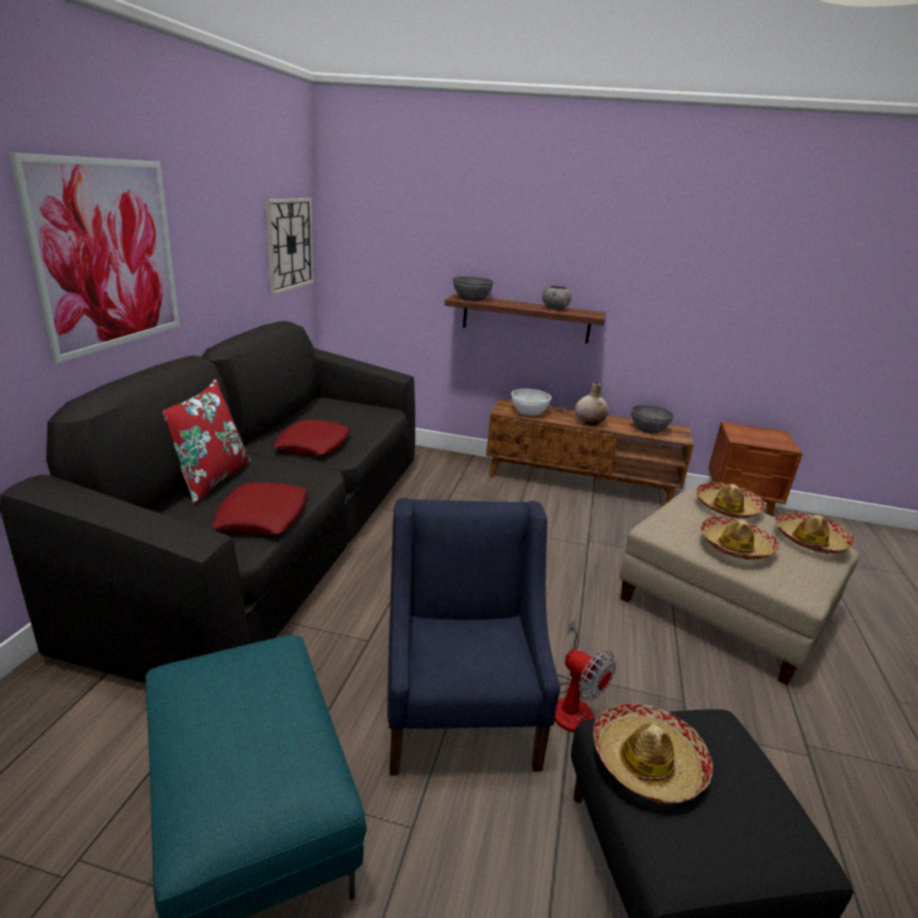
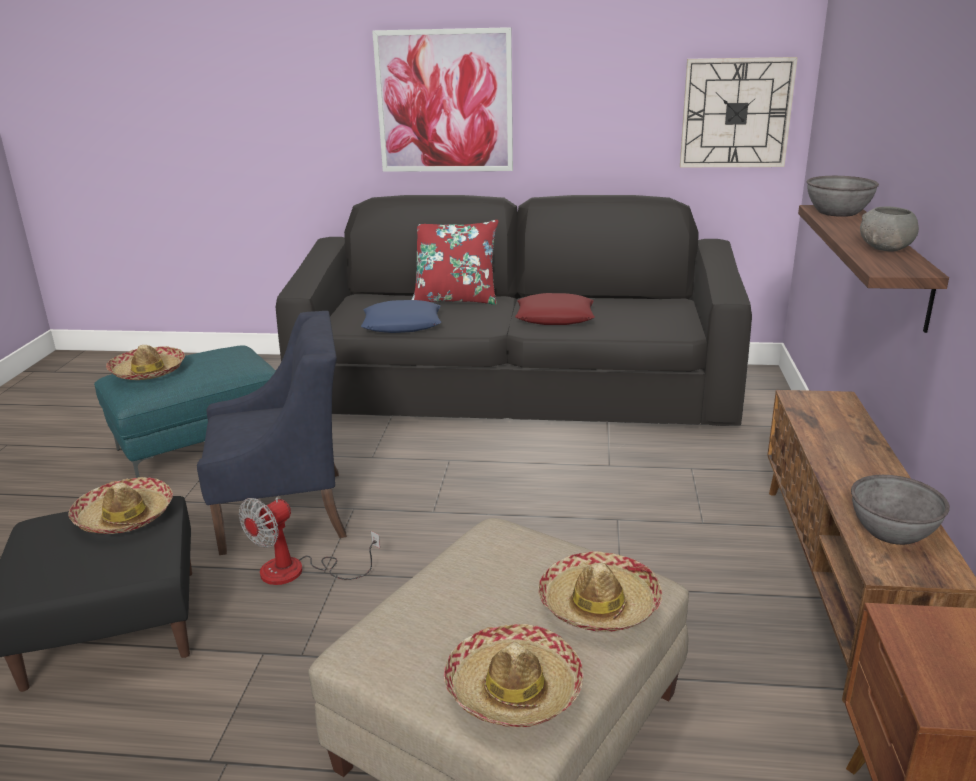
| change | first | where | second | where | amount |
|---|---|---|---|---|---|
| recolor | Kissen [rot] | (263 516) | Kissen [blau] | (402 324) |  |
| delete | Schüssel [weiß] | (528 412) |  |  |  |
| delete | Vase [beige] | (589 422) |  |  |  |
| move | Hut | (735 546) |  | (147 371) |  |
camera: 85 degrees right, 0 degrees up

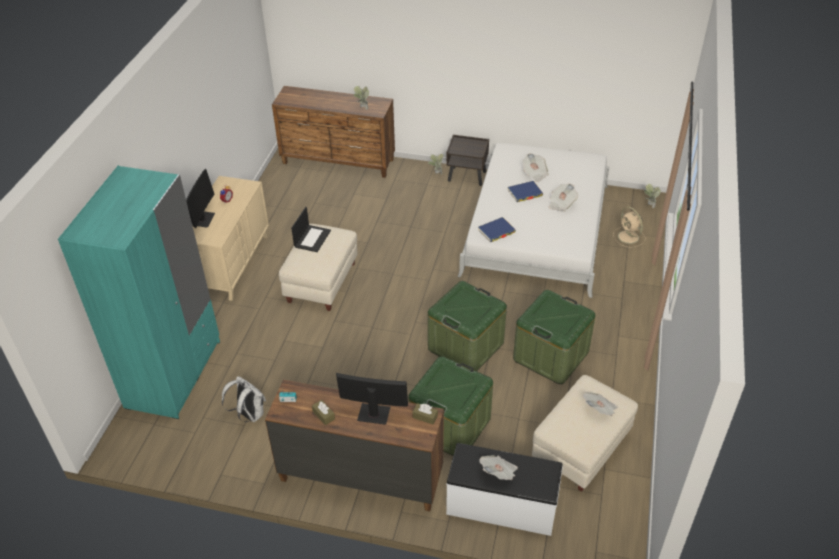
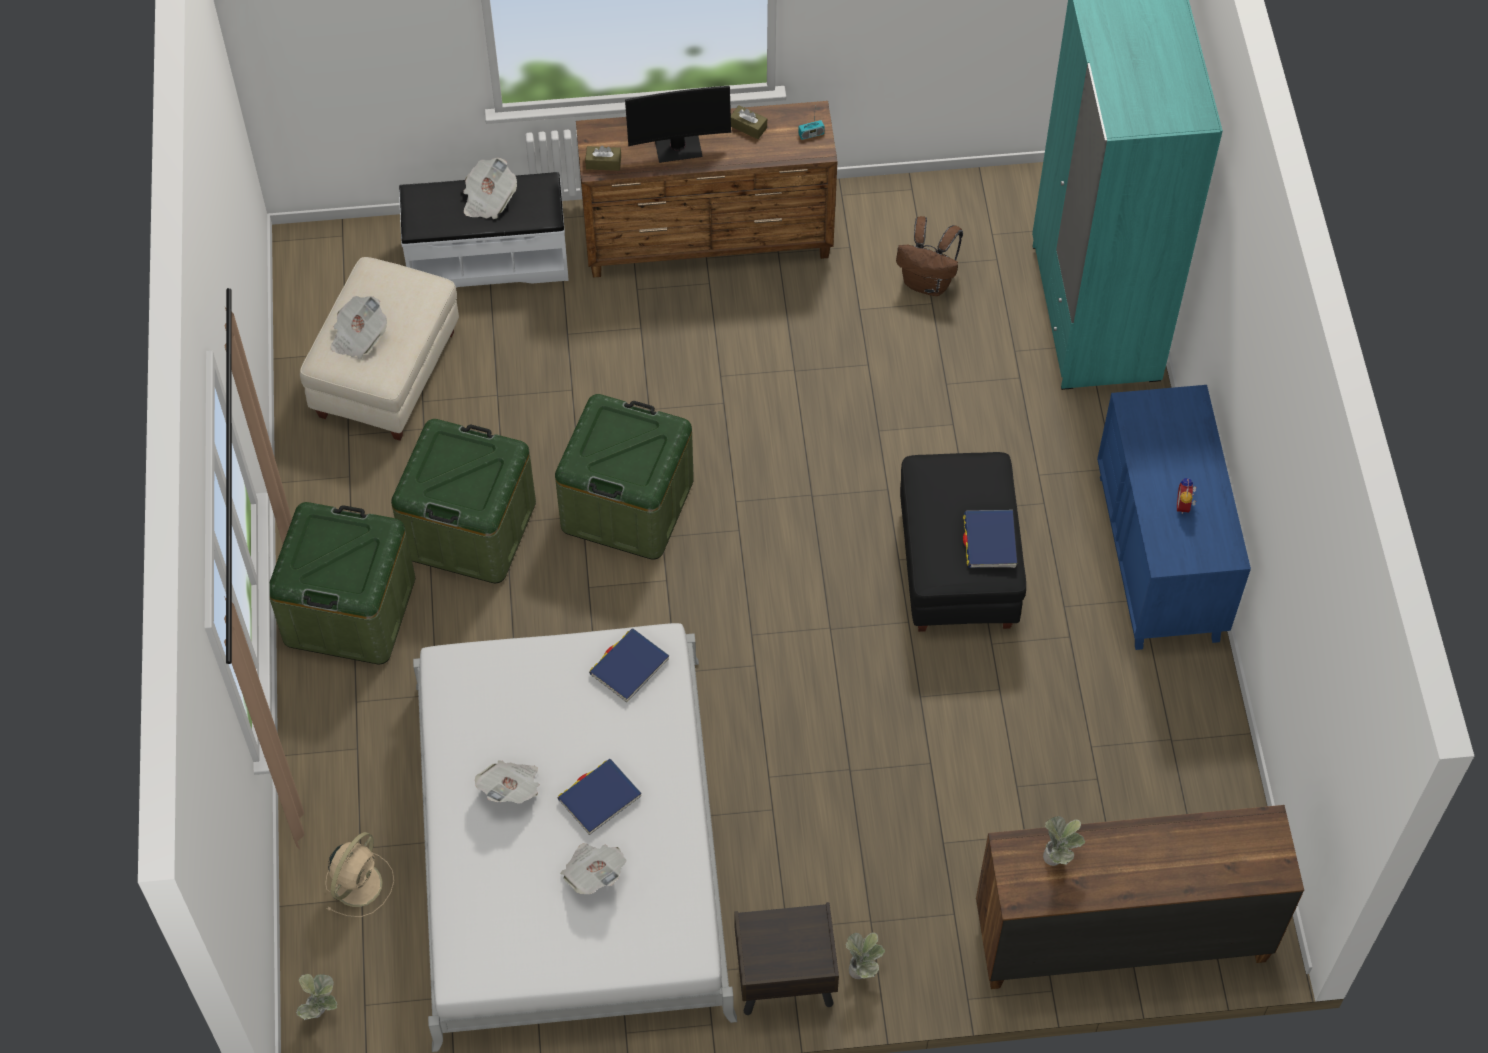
| change | first | where | second | where | amount |
|---|---|---|---|---|---|
| delete | Monitor | (203 219) |  |  |  |
| recolor | Kommode [beige] | (232 264) | Kommode [blau] | (1158 558) |  |
| recolor | Rucksack [weiß] | (249 414) | Rucksack [braun] | (928 282) |  |
| recolor | Polsterhocker [beige] | (321 282) | Polsterhocker [schwarz] | (958 566) |  |
| replace | Laptop | (312 238) | Buch [blau] | (990 541) |  |
| move | Aufbewahrungsbox [grün] | (450 425) |  | (350 610) |  |
| rotate | Ventilator [beige] | (629 237) |  | (359 882) | 75 degrees clockwise |
camera: 160 degrees right, 15 degrees up

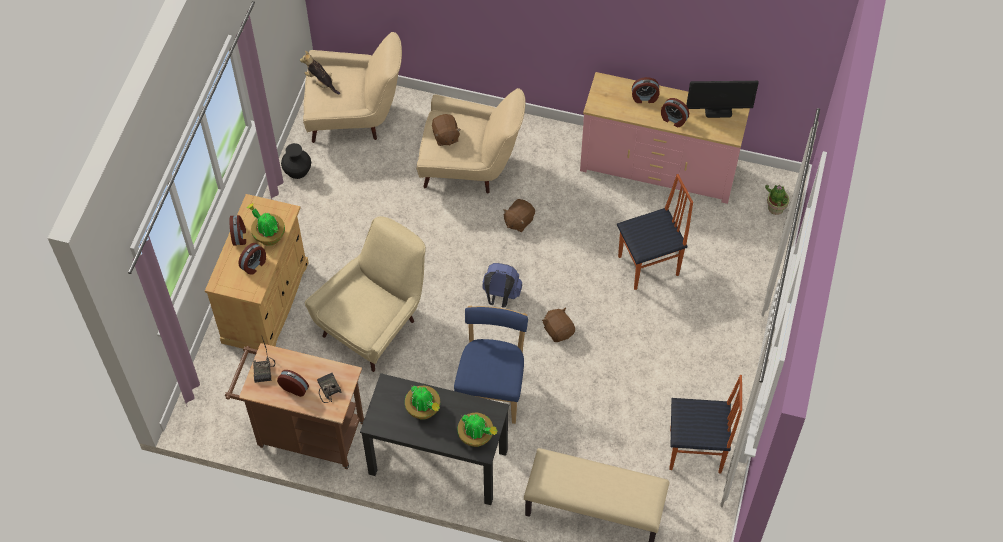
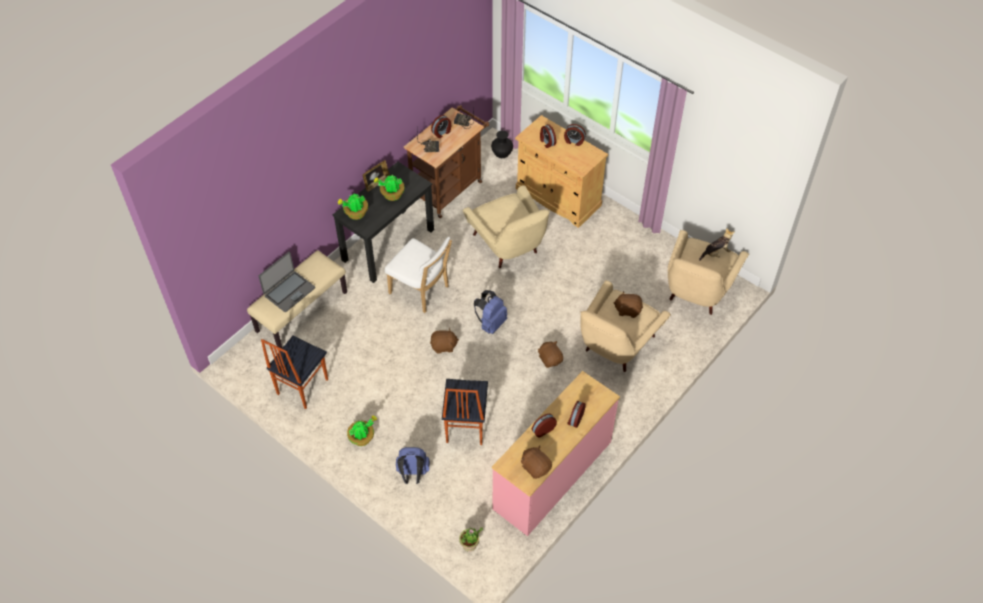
| change | first | where | second | where | amount |
|---|---|---|---|---|---|
| move | Topfpflanze | (268 235) |  | (362 438) |  |
| move | Vase [schwarz] | (297 170) |  | (502 152) |  |
| recolor | Stuhl [blau] | (492 389) | Stuhl [weiß] | (421 291) |  |
| replace | Monitor | (718 110) | Plüschtier [braun] | (536 467) |  |
| insert |  |  | Laptop | (289 291) |  |
| insert |  |  | Bilderrahmen | (376 183) |  |
| insert |  |  | Rucksack [blau] | (413 474) |  |
camera: 115 degrees right, 5 degrees down

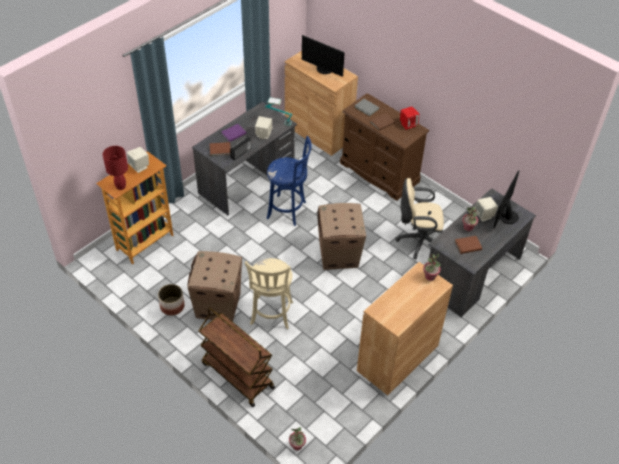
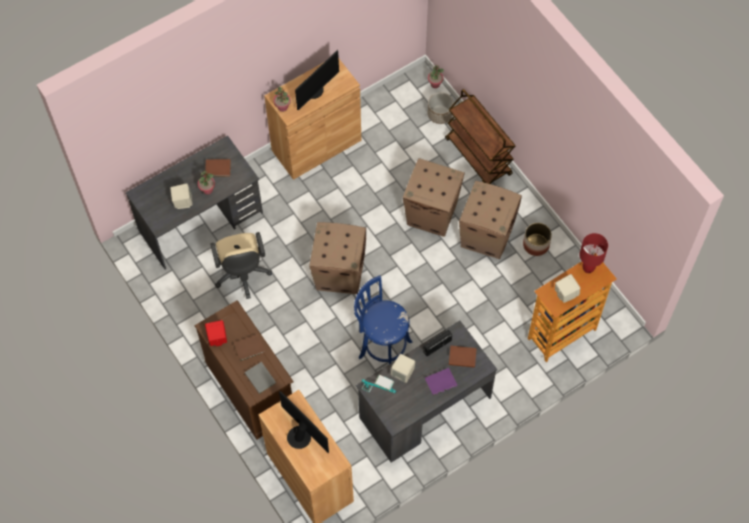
| change | first | where | second | where | amount |
|---|---|---|---|---|---|
| replace | Hocker [beige] | (271 315) | Karton | (432 214) |  |
| rotate | Bürostuhl [beige] | (418 241) |  | (242 275) | 60 degrees clockwise |
| move | Monitor | (506 216) |  | (315 91) |  |
| insert |  |  | Pflanzkübel | (440 114) |  |
camera: 165 degrees left, 15 degrees up

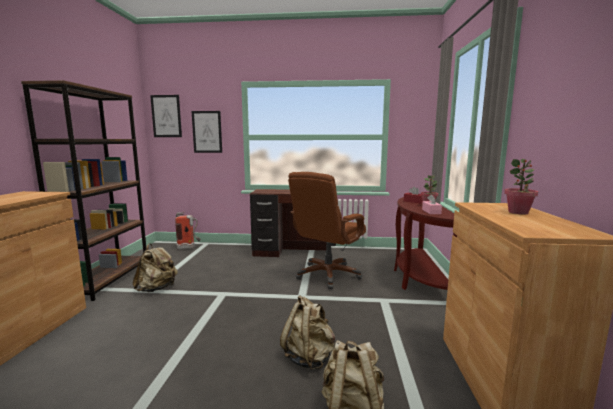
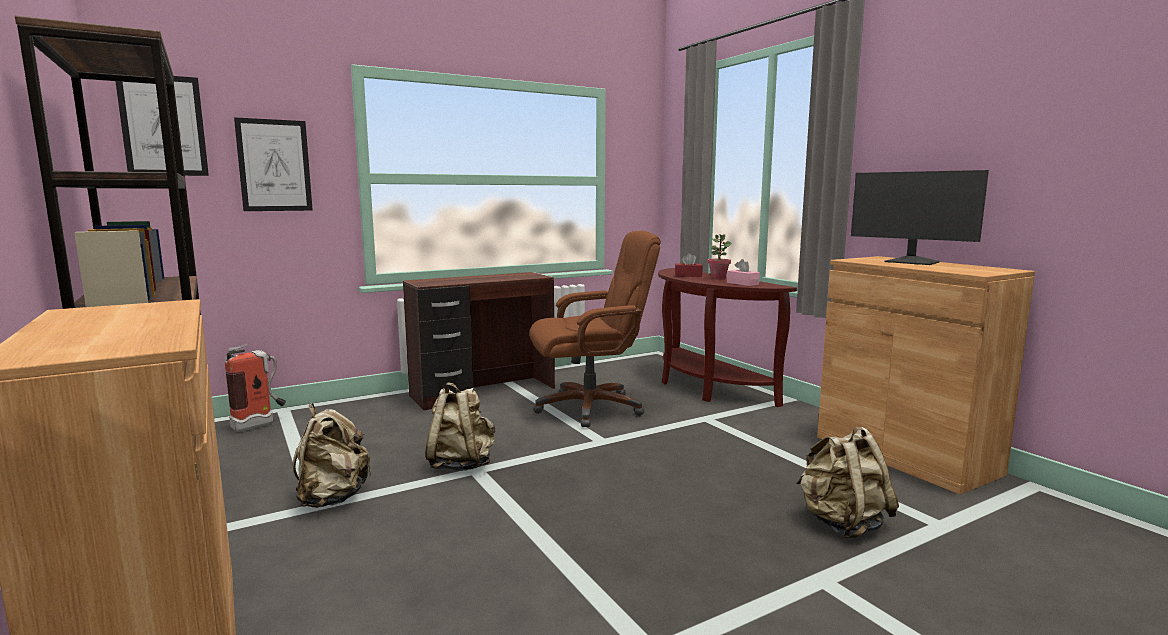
| change | first | where | second | where | amount |
|---|---|---|---|---|---|
| move | Rucksack [beige] | (309 357) |  | (461 464) |  |
| rotate | Bürostuhl [braun] | (328 275) |  | (590 408) | 105 degrees counterclockwise |
| replace | Topfpflanze | (518 212) | Monitor | (911 262) |  |
camera: 35 degrees left, 0 degrees up

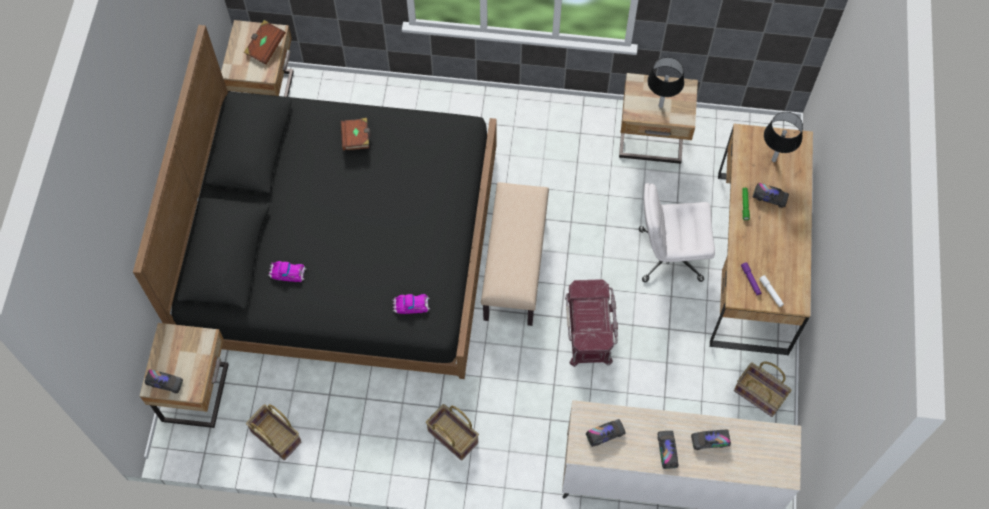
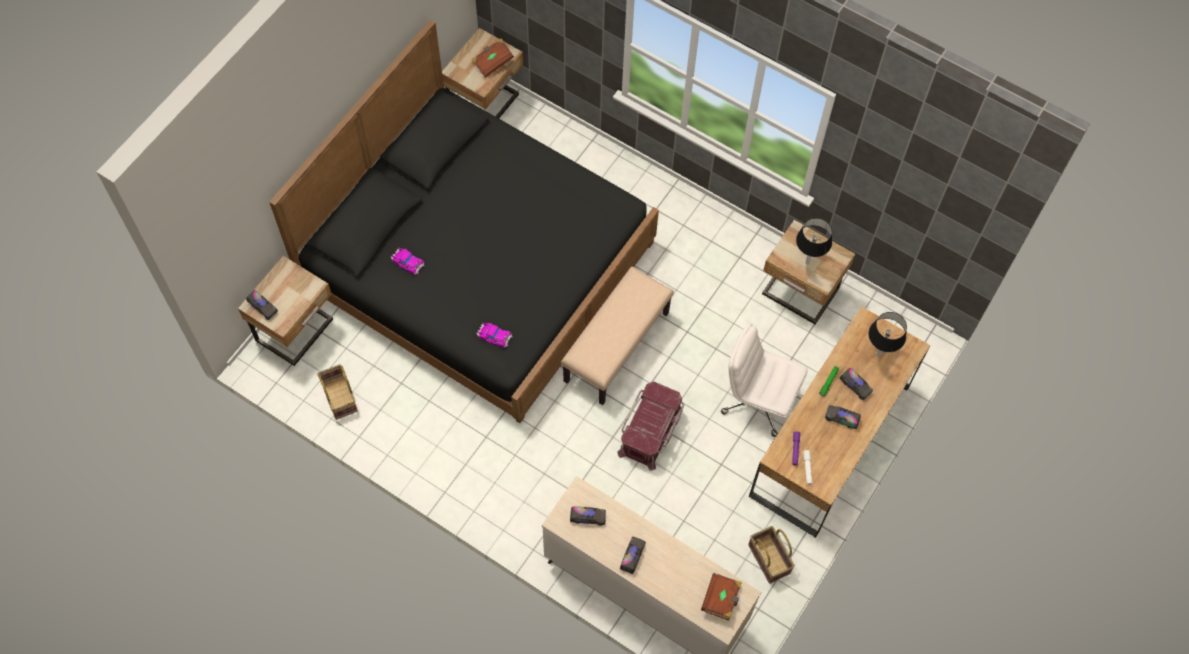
| change | first | where | second | where | amount |
|---|---|---|---|---|---|
| move | Buch [braun] | (356 138) |  | (721 599) |  |
| delete | Korb | (452 437) |  |  |  |
| move | Spielzeuglaster | (710 441) |  | (842 419) |  |
camera: 25 degrees right, 0 degrees up

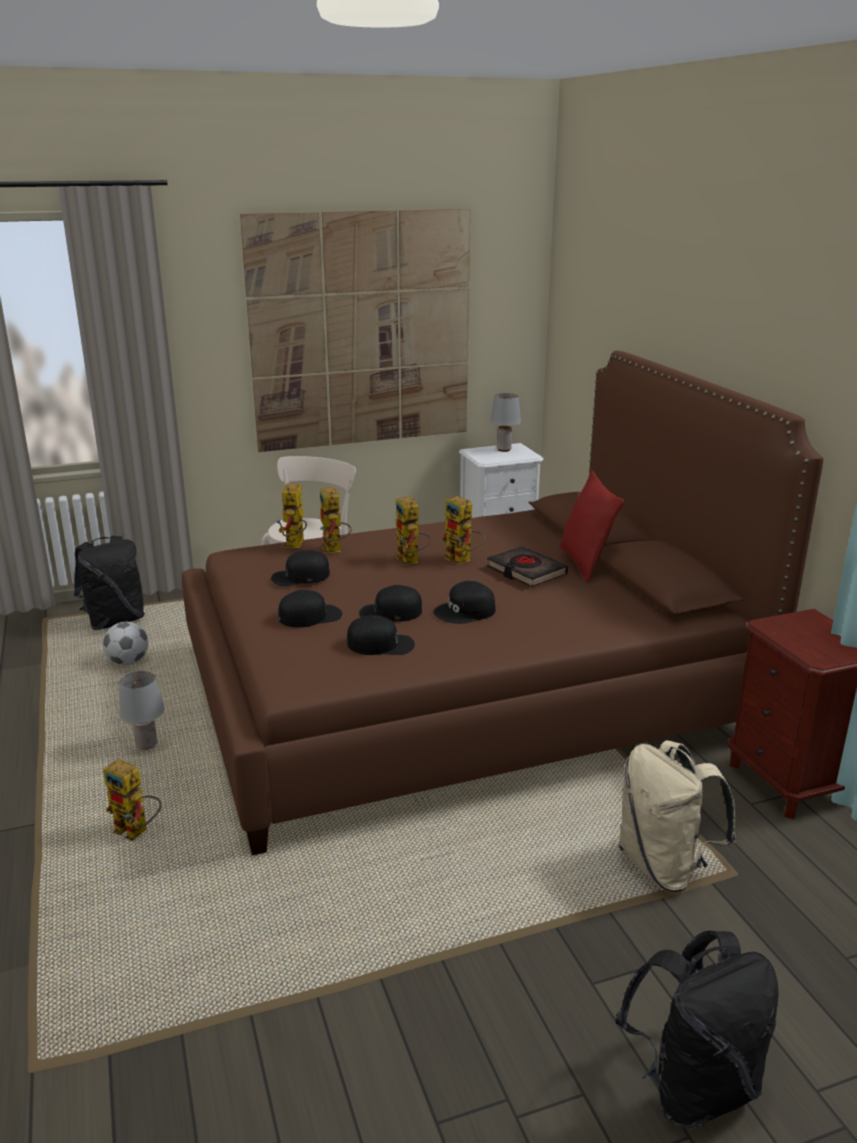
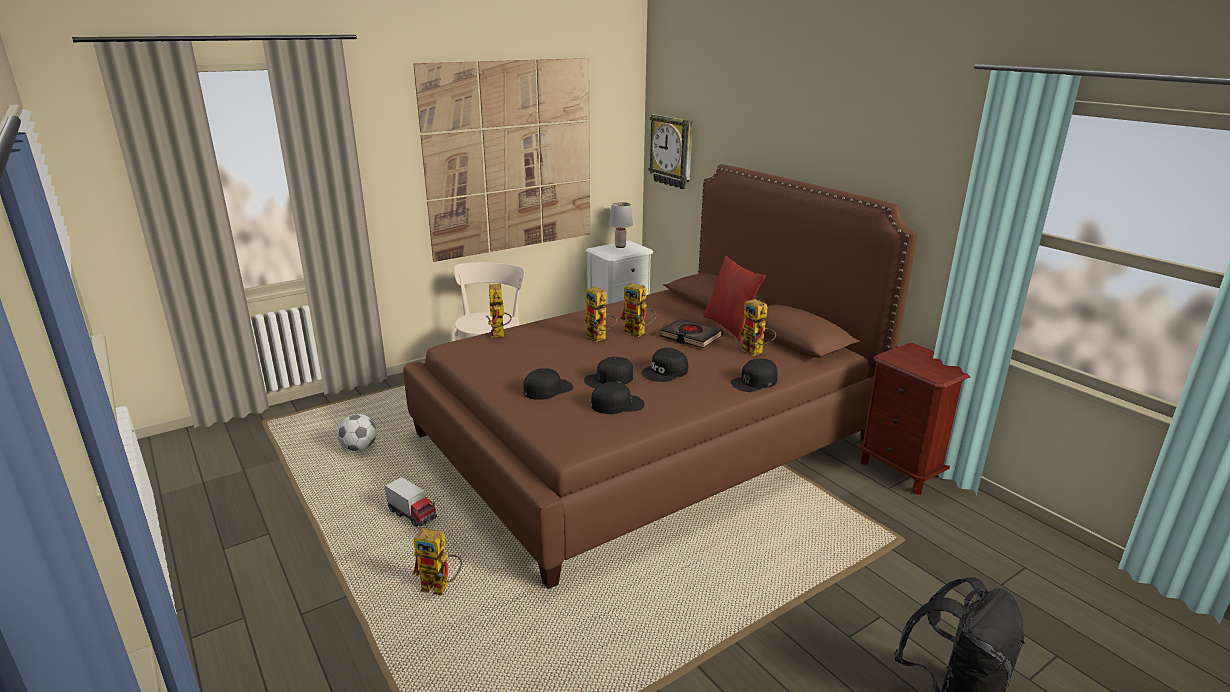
| change | first | where | second | where | amount |
|---|---|---|---|---|---|
| delete | Rucksack [schwarz] | (115 621) |  |  |  |
| replace | Tischlampe [grau] | (147 745) | Spielzeuglaster | (412 515) |  |
| move | Kappe [schwarz] | (300 576) |  | (754 382) |  |
| move | Spielzeugroboter | (334 550) |  | (756 352) |  |
| delete | Rucksack [beige] | (665 866) |  |  |  |
| insert |  |  | Wanduhr | (672 151) |  |
camera: 15 degrees left, 0 degrees up

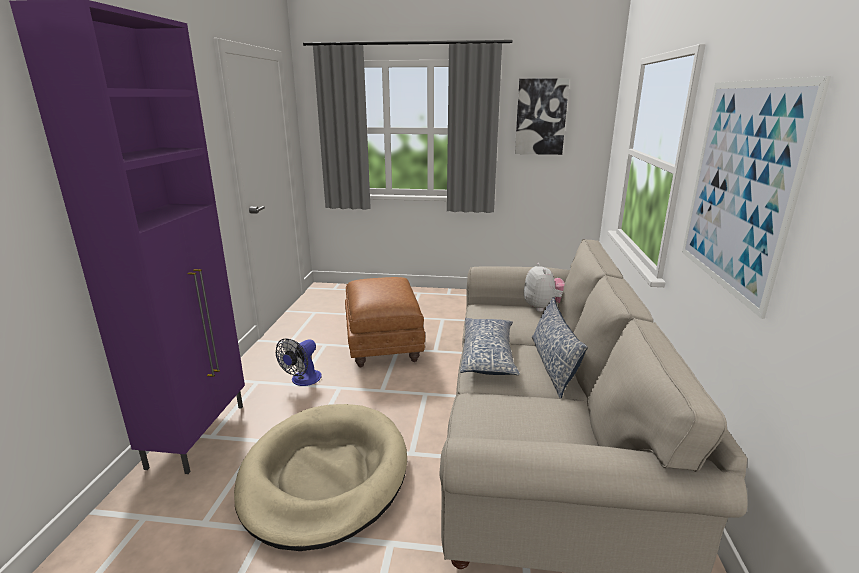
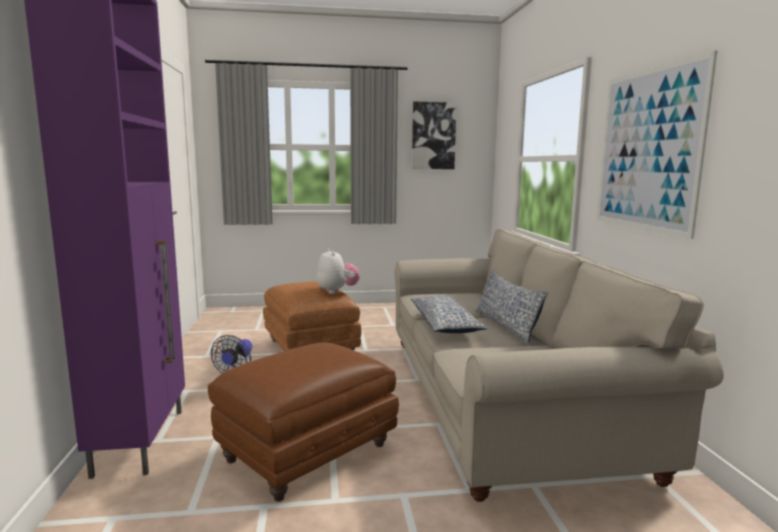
| change | first | where | second | where | amount |
|---|---|---|---|---|---|
| replace | Hundebett [beige] | (325 476) | Polsterhocker [braun] | (306 455) |  |
| move | Plüschtier | (544 307) |  | (337 291) |  |
camera: 15 degrees left, 10 degrees down

